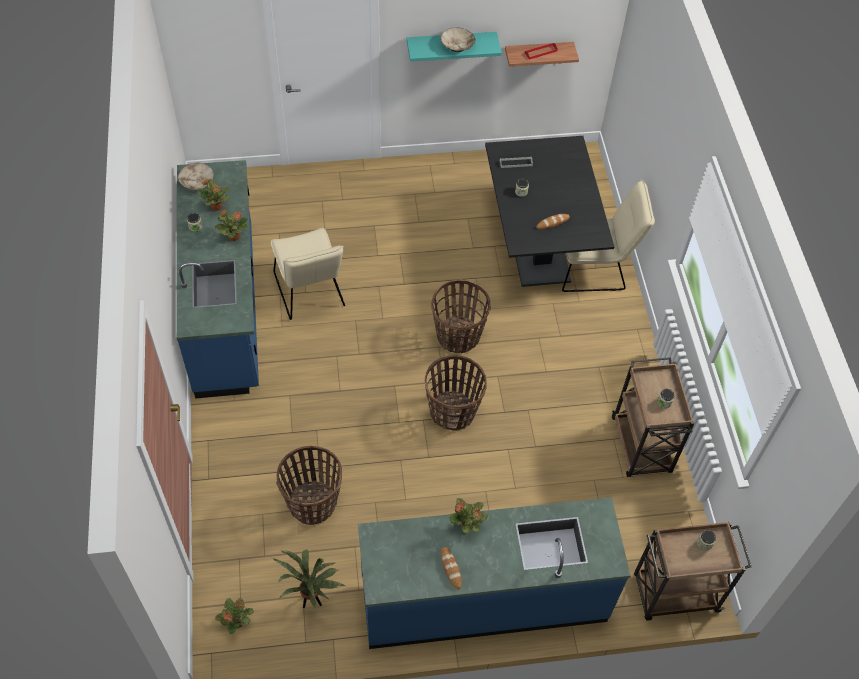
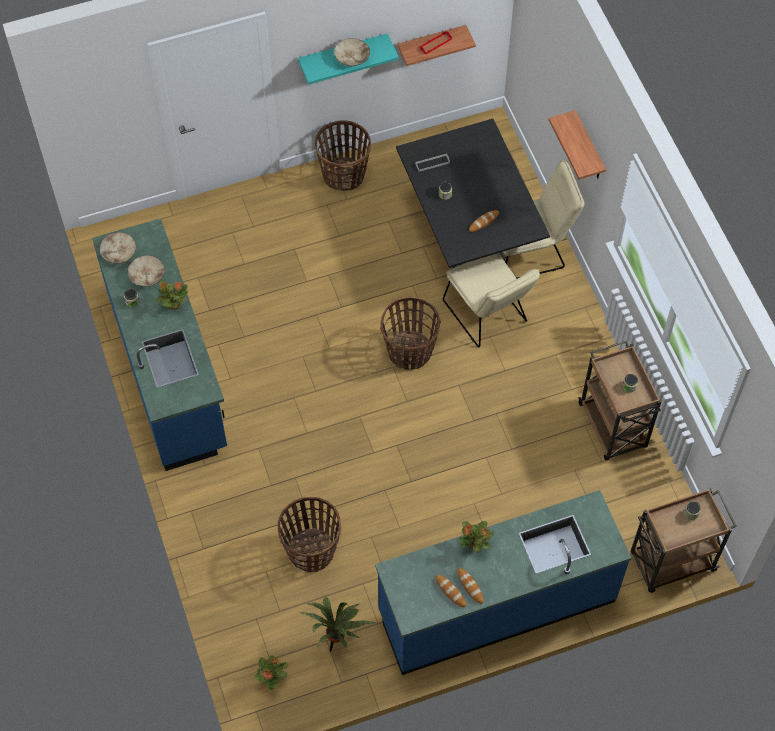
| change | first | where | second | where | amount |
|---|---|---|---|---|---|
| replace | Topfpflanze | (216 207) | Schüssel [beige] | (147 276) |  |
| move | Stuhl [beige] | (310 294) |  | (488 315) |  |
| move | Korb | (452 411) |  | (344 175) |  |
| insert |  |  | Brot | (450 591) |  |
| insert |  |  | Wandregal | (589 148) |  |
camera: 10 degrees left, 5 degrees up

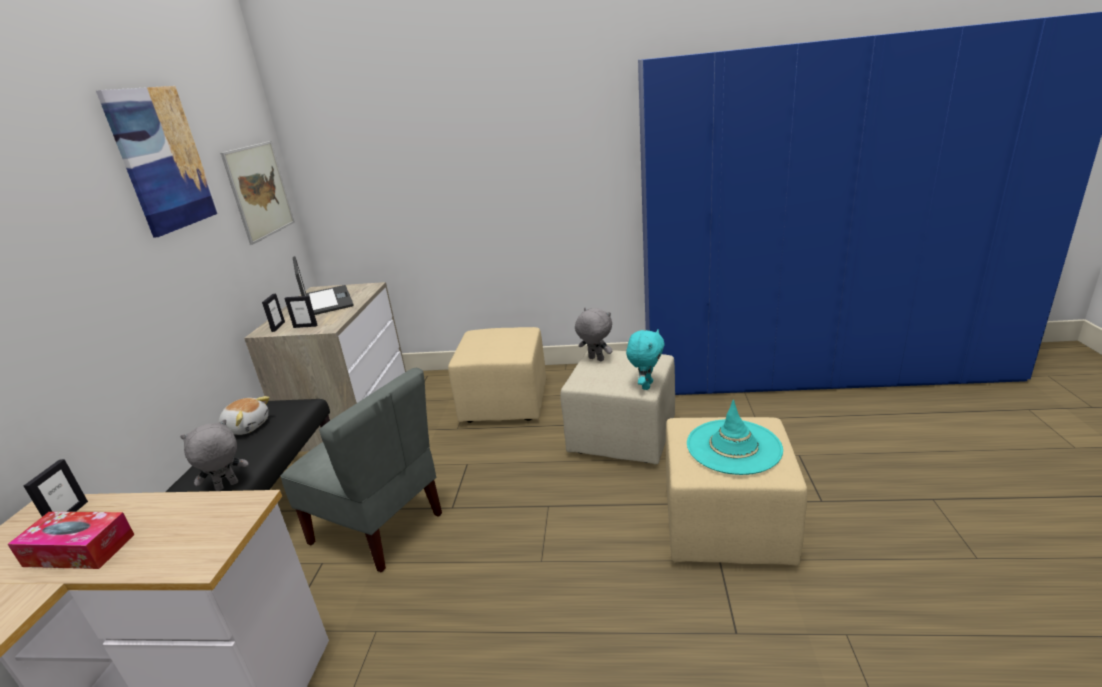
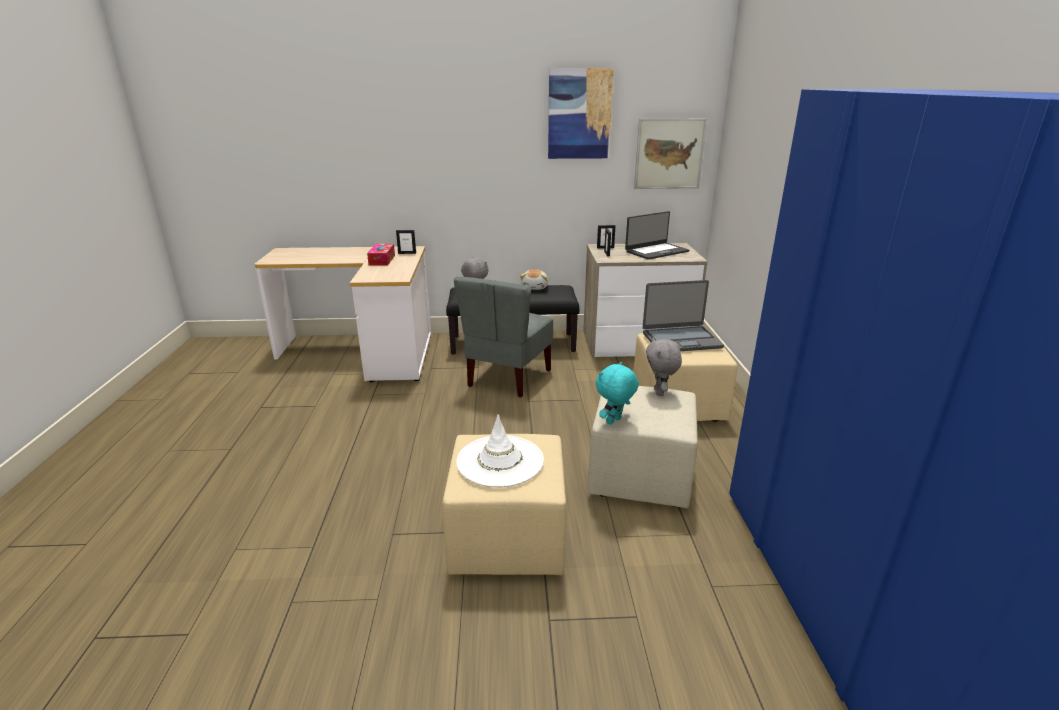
| change | first | where | second | where | amount |
|---|---|---|---|---|---|
| rotate | Plüschtier [grau] | (595 359) |  | (660 392) | 150 degrees clockwise |
| rotate | Plüschtier [türkis] | (646 385) |  | (614 421) | 120 degrees clockwise |
| recolor | Hut [türkis] | (733 447) | Hut [weiß] | (500 461) |  |
| insert |  |  | Laptop | (681 340) |  |
camera: 80 degrees right, 0 degrees up

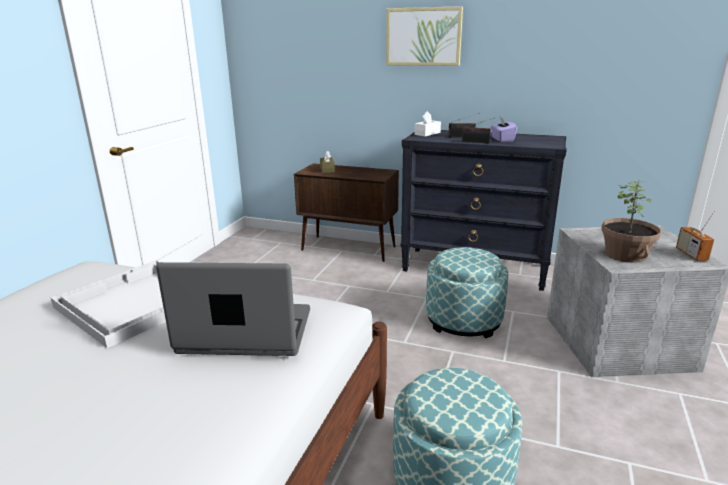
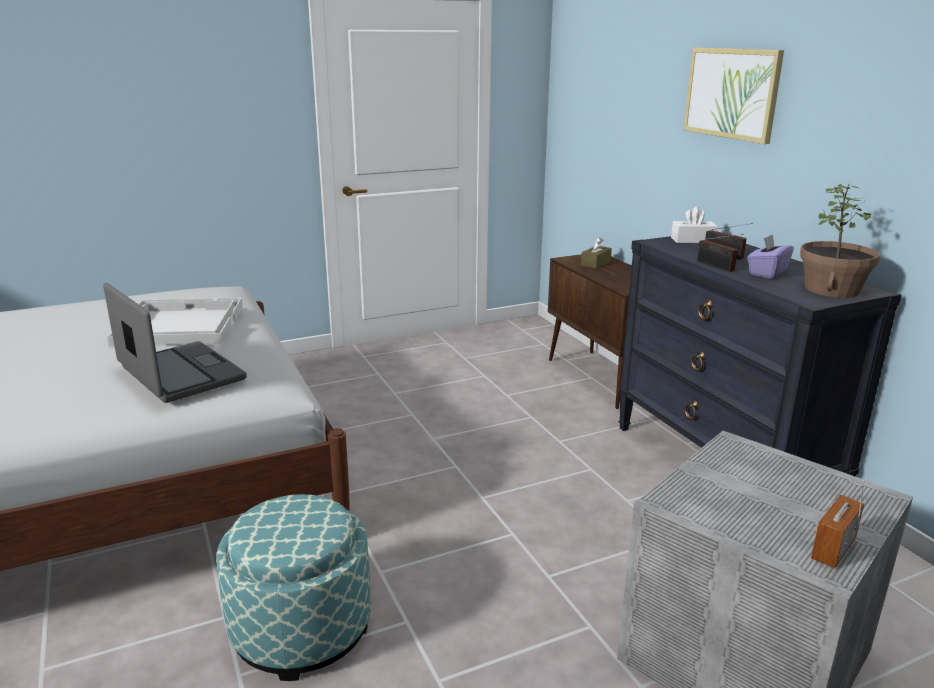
| change | first | where | second | where | amount |
|---|---|---|---|---|---|
| delete | Polsterhocker | (463 320) |  |  |  |
| move | Topfpflanze | (626 254) |  | (832 290) |  |
camera: 45 degrees right, 0 degrees up

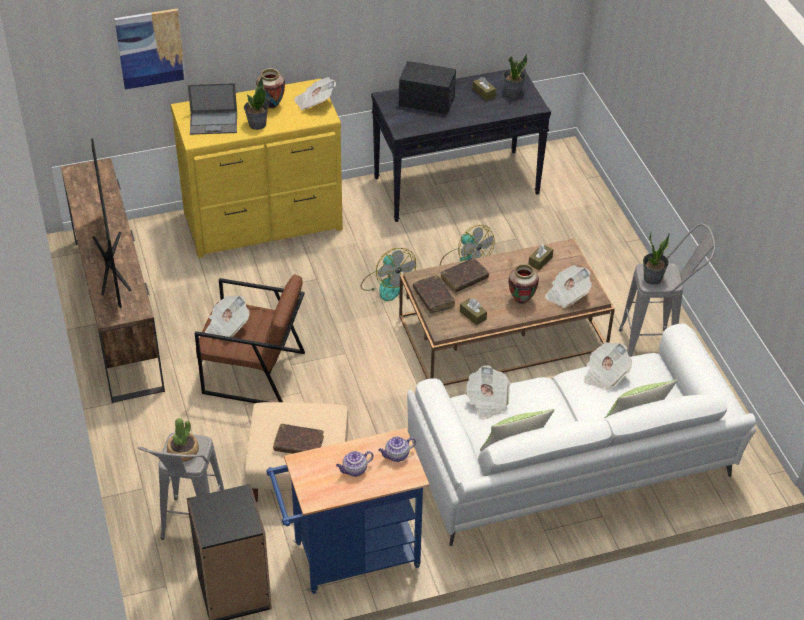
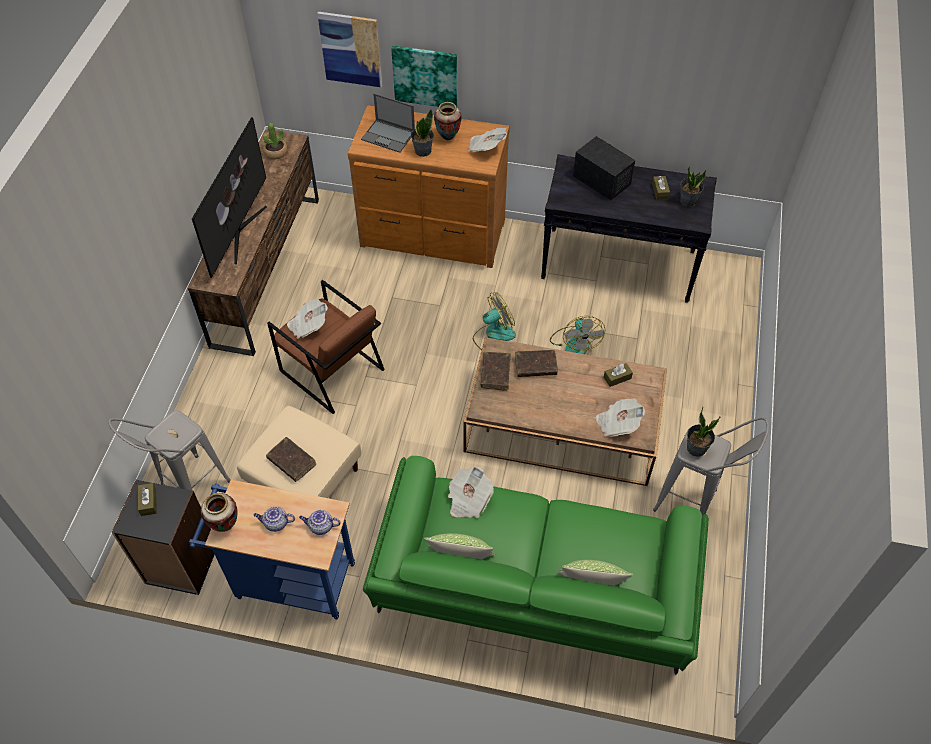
| change | first | where | second | where | amount |
|---|---|---|---|---|---|
| move | Topfpflanze | (183 451) |  | (276 152) |  |
| recolor | Kommode [gelb] | (264 222) | Kommode [braun] | (433 235) |  |
| rotate | Ventilator | (386 285) |  | (493 335) | 120 degrees counterclockwise |
| recolor | Sofa [weiß] | (571 468) | Sofa [grün] | (533 589) |  |
| move | Taschentuchbox [braun] | (473 315) |  | (148 502) |  |
| move | Vase | (521 300) |  | (225 525) |  |
| delete | Zeitung | (605 374) |  |  |  |
| insert |  |  | Bild | (425 76) |  |
camera: 30 degrees right, 10 degrees up

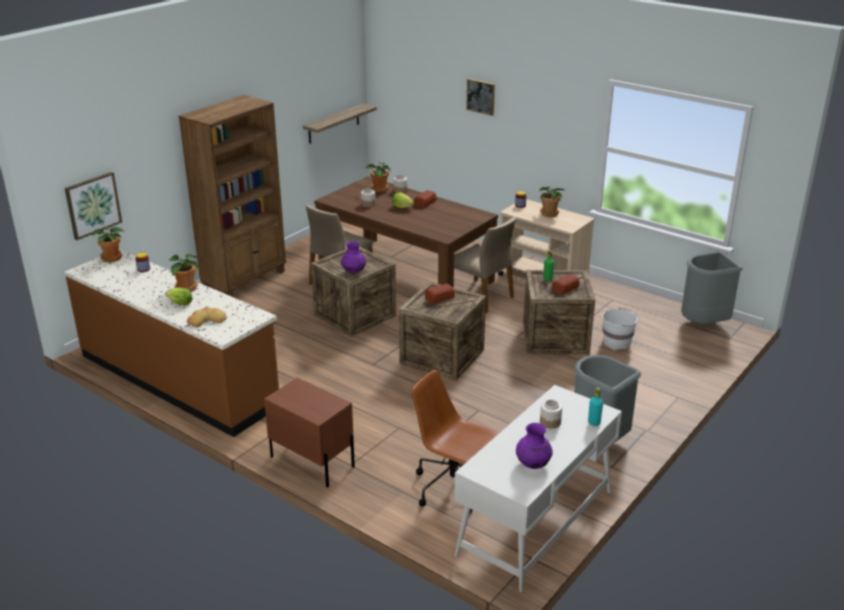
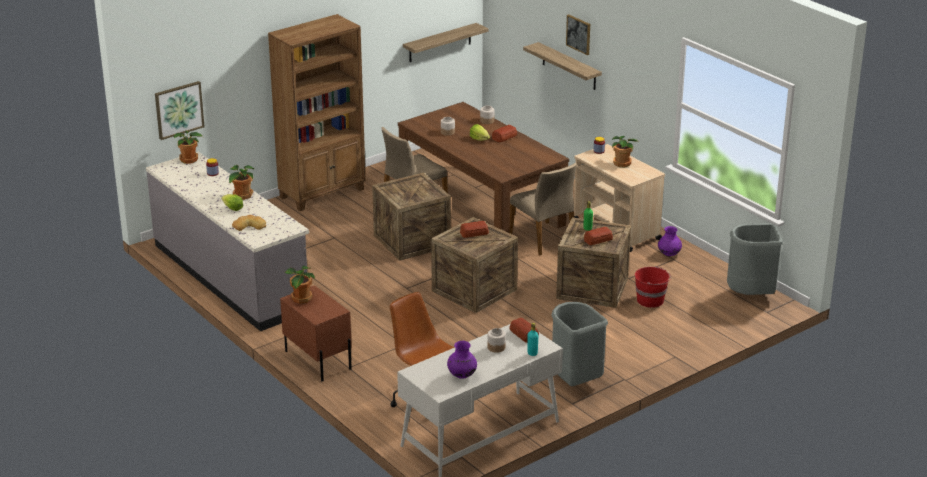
| change | first | where | second | where | amount |
|---|---|---|---|---|---|
| recolor | Küchenzeile [braun] | (179 379) | Küchenzeile [grau] | (231 277) |  |
| move | Vase [lila] | (354 272) |  | (669 254) |  |
| move | Topfpflanze | (379 189) |  | (301 299) |  |
| recolor | Eimer [weiß] | (617 342) | Eimer [rot] | (651 300) |  |
| insert |  |  | Brot | (524 334) |  |
| insert |  |  | Wandregal | (569 66) |  |
camera: 15 degrees right, 0 degrees up

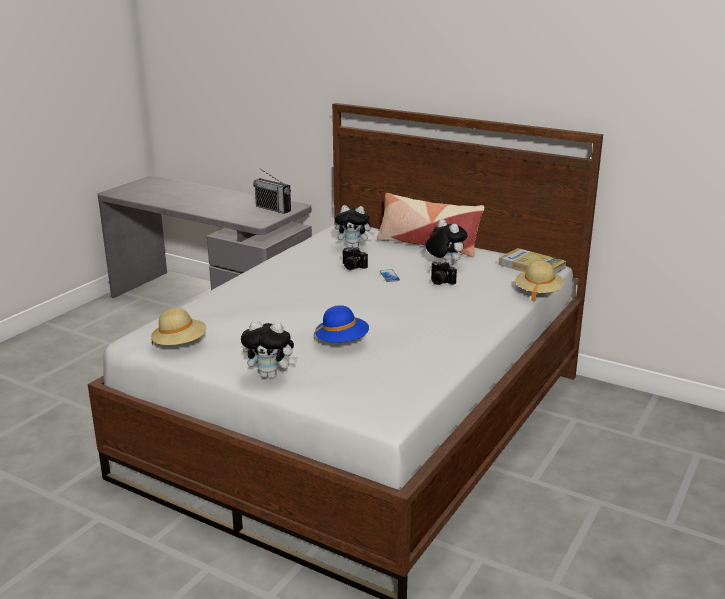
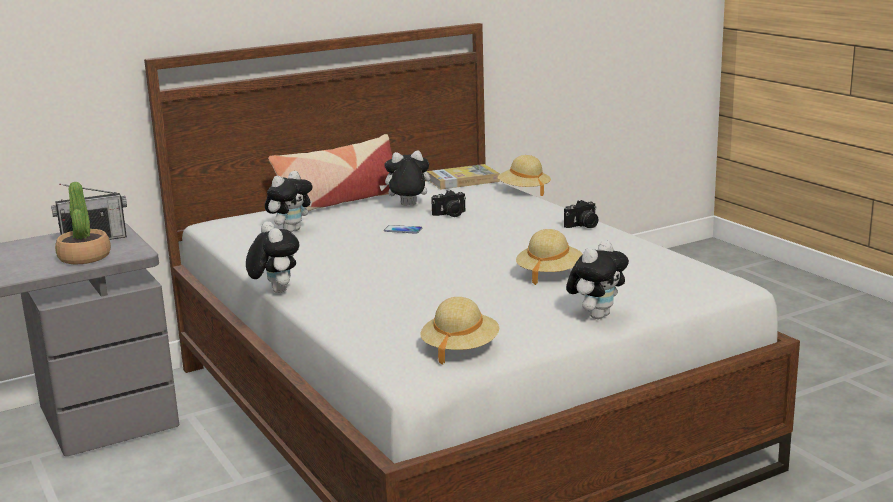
| change | first | where | second | where | amount |
|---|---|---|---|---|---|
| recolor | Hut [blau] | (342 342) | Hut [beige] | (549 274) |  |
| move | Kamera | (352 267) |  | (583 226) |  |
| insert |  |  | Topfpflanze | (84 257) |  |
| insert |  |  | Plüschtier | (275 291) |  |
camera: 60 degrees left, 5 degrees down

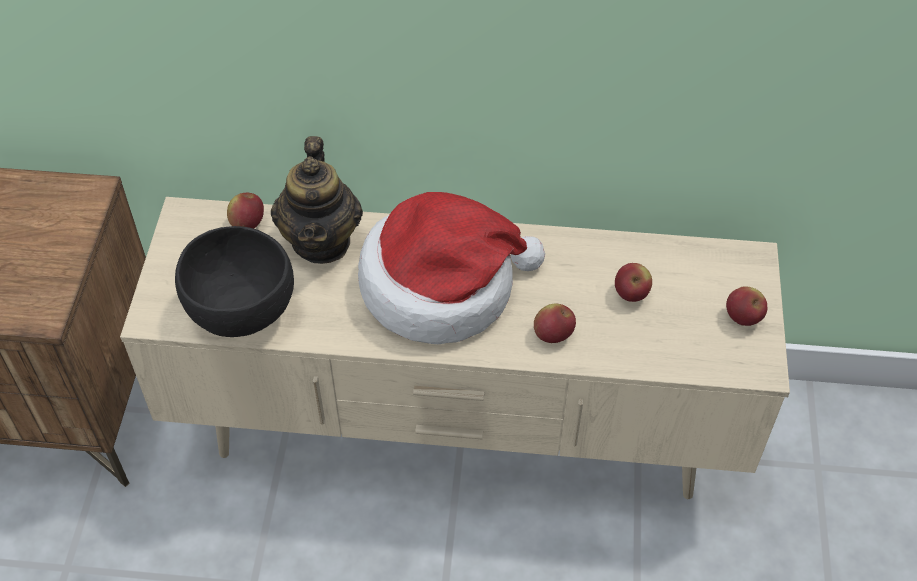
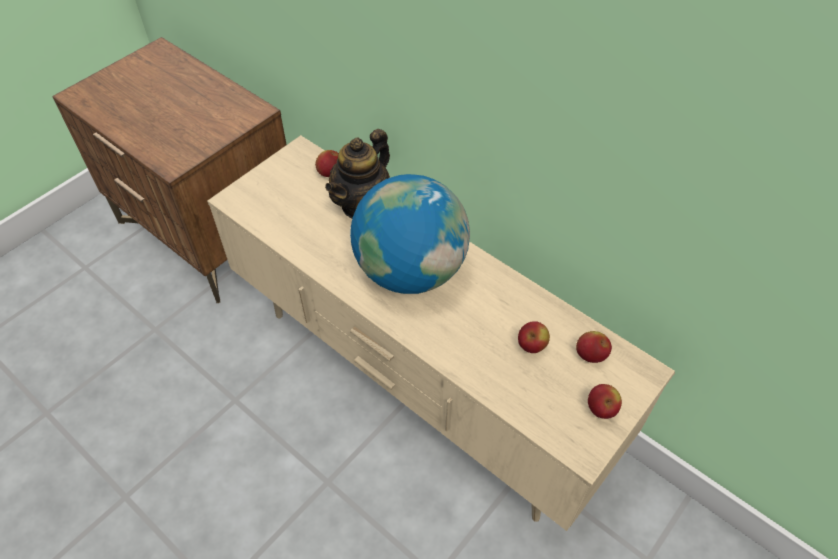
| change | first | where | second | where | amount |
|---|---|---|---|---|---|
| delete | Schüssel [schwarz] | (241 313) |  |  |  |
| replace | Hut | (442 285) | Globus | (410 270) |  |
| move | Apfel | (553 335) |  | (590 355) |  |
camera: 35 degrees right, 0 degrees up

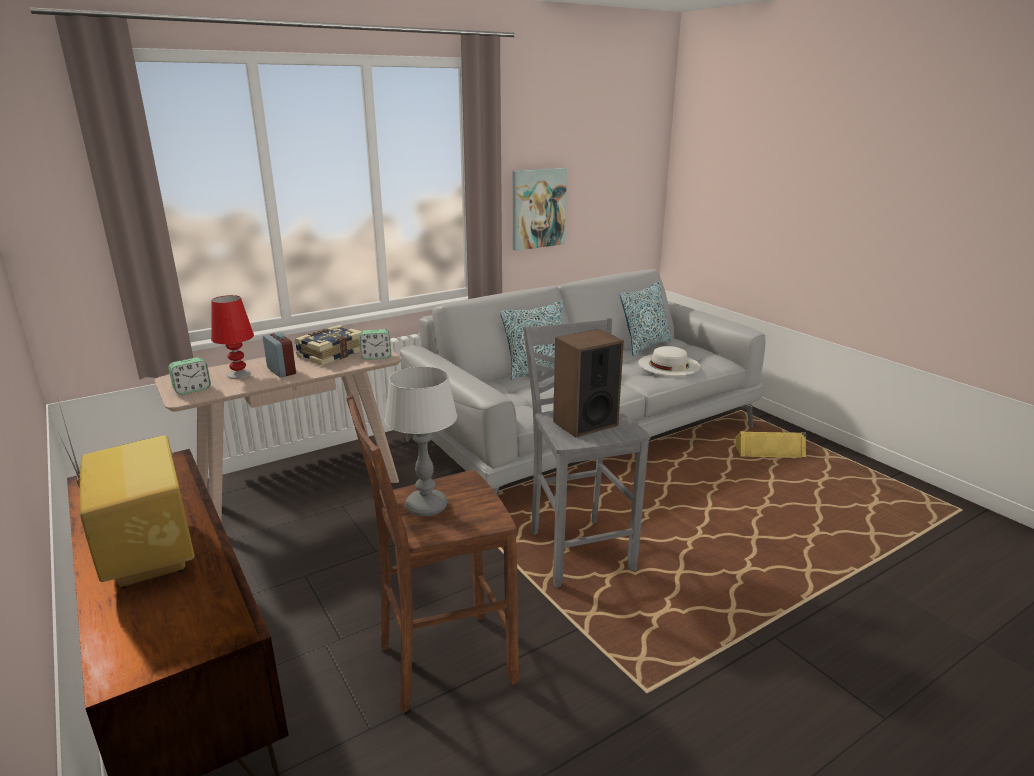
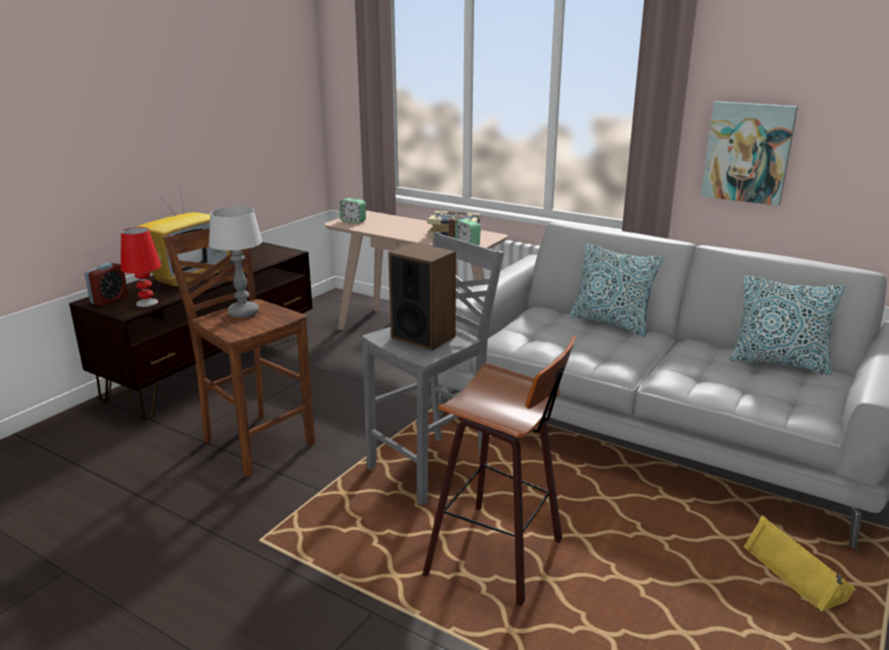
| change | first | where | second | where | amount |
|---|---|---|---|---|---|
| move | Tischlampe [rot] | (239 375) |  | (146 303) |  |
| move | Wecker | (281 371) |  | (109 300) |  |
| delete | Hut [weiß] | (669 364) |  |  |  |
| insert |  |  | Hocker | (500 556) |  |
camera: 65 degrees right, 0 degrees up

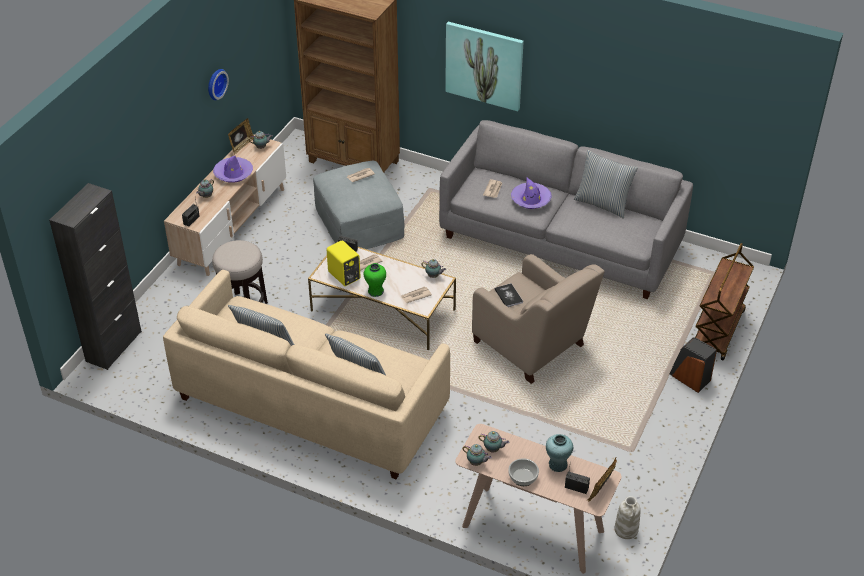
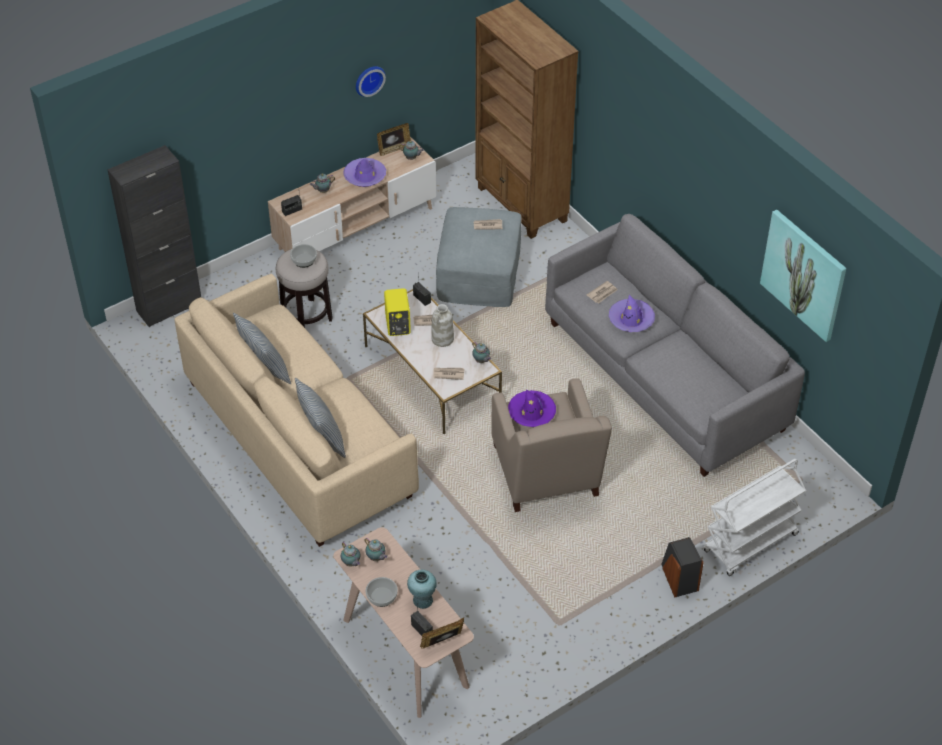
| change | first | where | second | where | amount |
|---|---|---|---|---|---|
| delete | Vase [grün] | (375 291) |  |  |  |
| move | Bild | (484 65) |  | (804 274) |  |
| replace | Buch | (508 296) | Hut [lila] | (531 413) |  |
| delete | Kissen | (603 204) |  |  |  |
| move | Vase [weiß] | (626 530) |  | (442 339) |  |
| recolor | Rollwagen [braun] | (718 331) | Rollwagen [weiß] | (750 544) |  |
| insert |  |  | Schüssel | (304 260) |  |
camera: 30 degrees right, 5 degrees up

